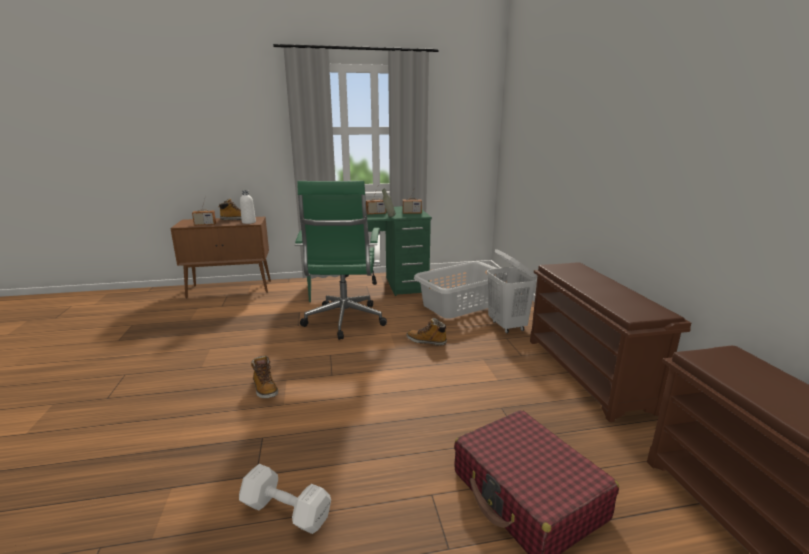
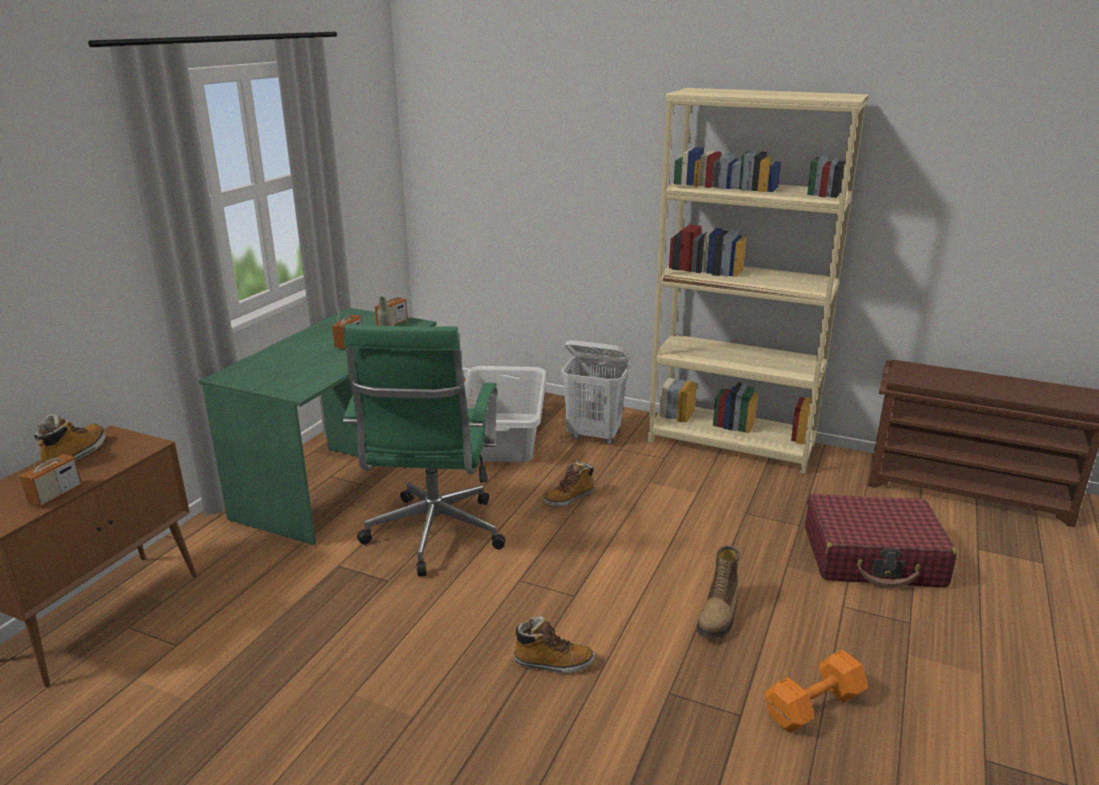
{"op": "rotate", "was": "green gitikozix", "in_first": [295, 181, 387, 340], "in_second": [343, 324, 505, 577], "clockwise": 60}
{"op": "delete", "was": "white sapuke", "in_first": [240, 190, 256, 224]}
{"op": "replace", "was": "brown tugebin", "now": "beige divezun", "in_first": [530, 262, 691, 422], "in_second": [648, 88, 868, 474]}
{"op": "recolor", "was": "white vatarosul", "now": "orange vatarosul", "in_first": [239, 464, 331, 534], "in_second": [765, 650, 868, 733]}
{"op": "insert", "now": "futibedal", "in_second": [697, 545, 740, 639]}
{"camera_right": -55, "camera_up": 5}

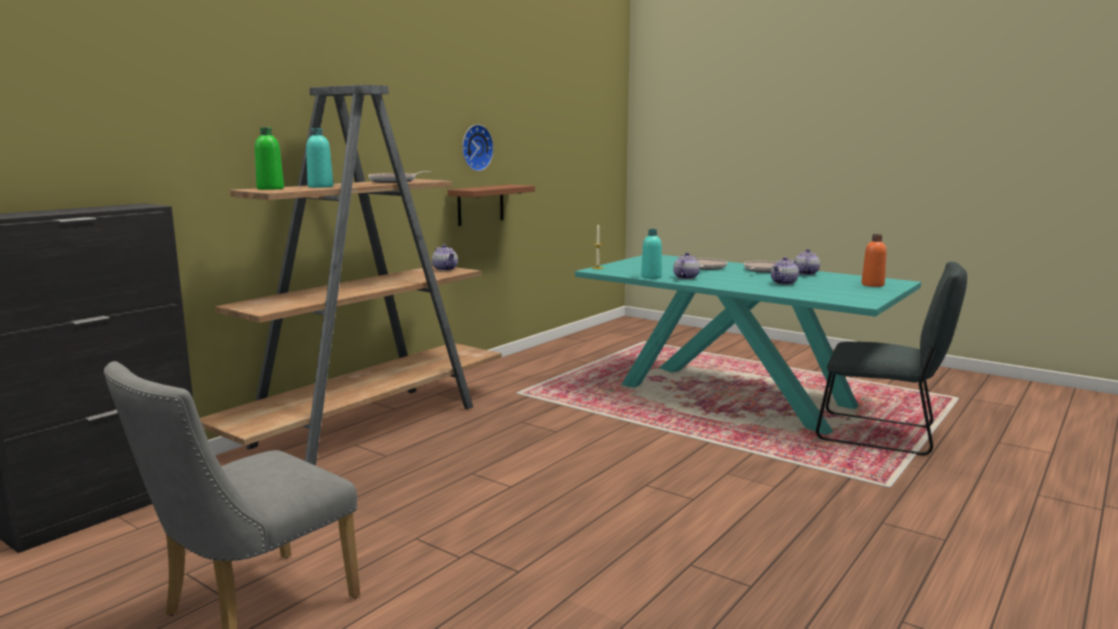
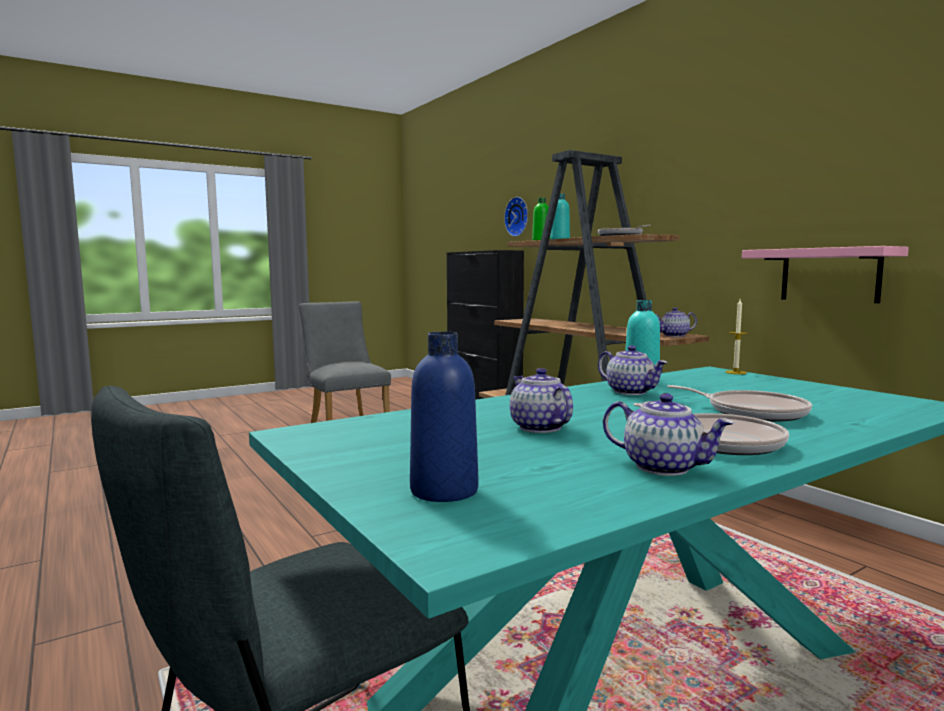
{"op": "move", "was": "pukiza", "in_first": [462, 124, 494, 171], "in_second": [504, 197, 528, 237]}
{"op": "recolor", "was": "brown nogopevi", "now": "pink nogopevi", "in_first": [448, 185, 535, 226], "in_second": [742, 246, 909, 303]}
{"op": "recolor", "was": "orange sapuke", "now": "blue sapuke", "in_first": [861, 234, 887, 287], "in_second": [410, 332, 478, 502]}
{"camera_right": 110, "camera_up": -5}

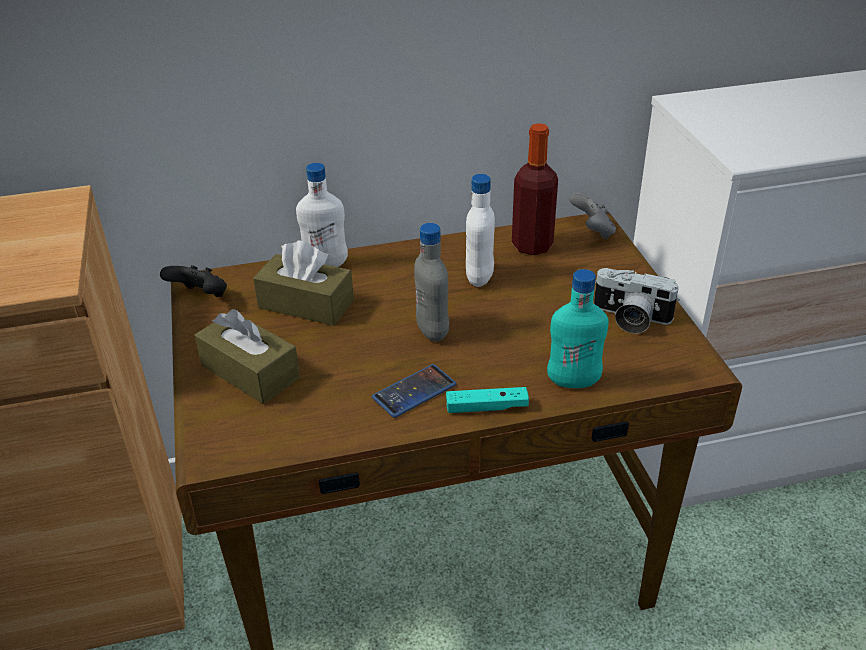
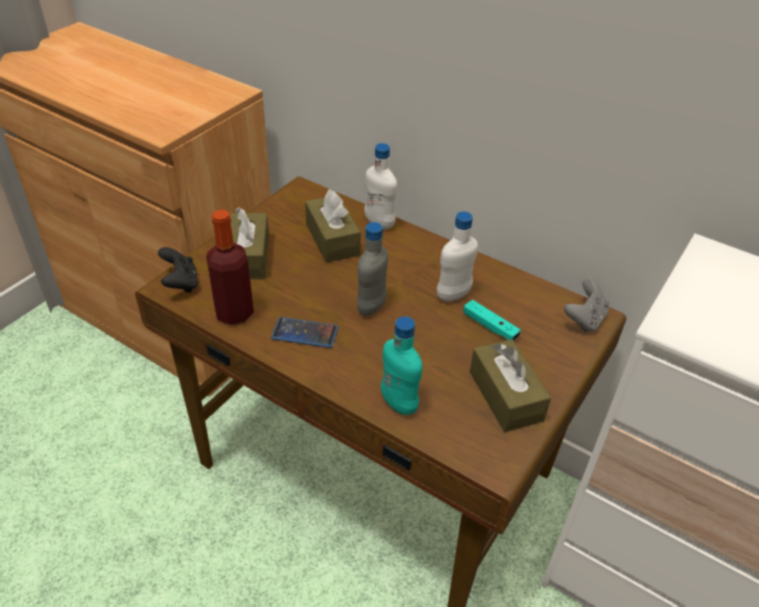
{"op": "move", "was": "sapuke", "in_first": [512, 123, 558, 255], "in_second": [206, 209, 254, 325]}
{"op": "move", "was": "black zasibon", "in_first": [160, 265, 227, 297], "in_second": [158, 247, 198, 293]}
{"op": "replace", "was": "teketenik", "now": "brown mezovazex", "in_first": [593, 268, 680, 334], "in_second": [470, 339, 551, 432]}
{"op": "move", "was": "turquoise zasibon", "in_first": [446, 387, 529, 413], "in_second": [463, 300, 521, 341]}
{"camera_right": 45, "camera_up": 5}

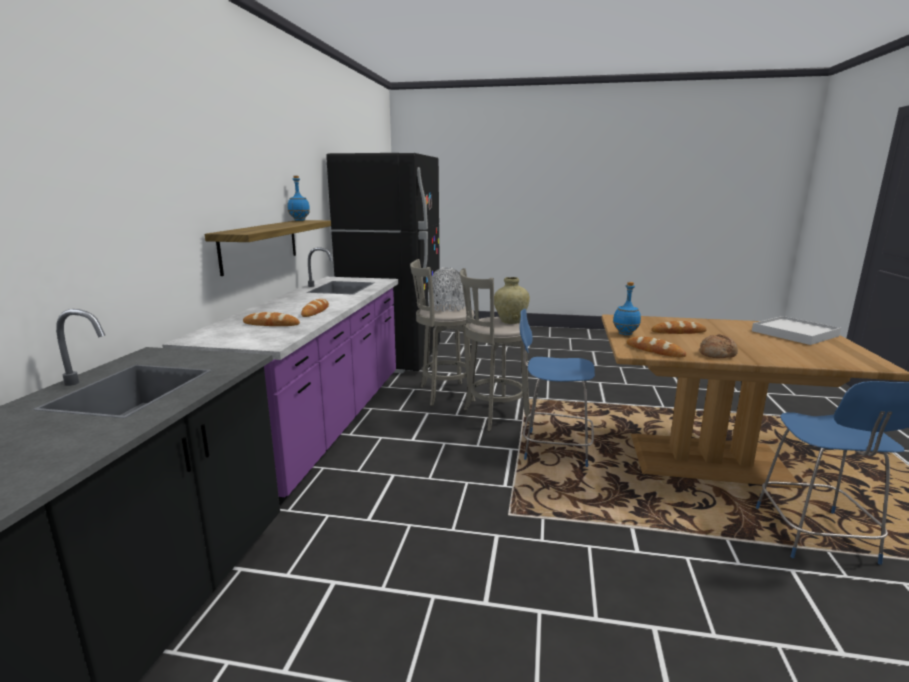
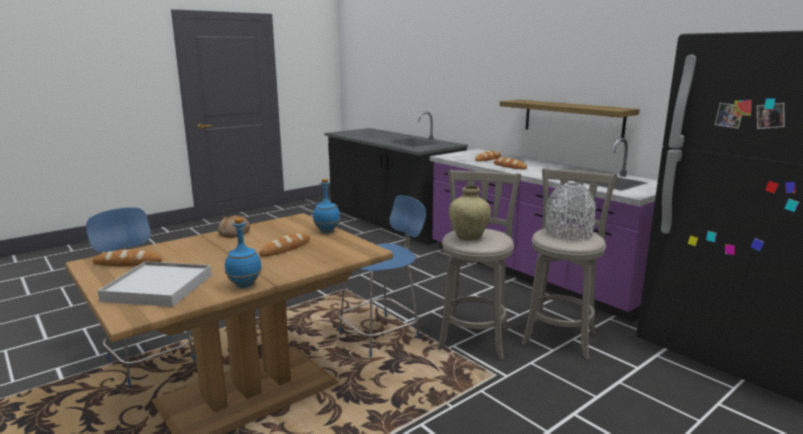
{"op": "move", "was": "blue sapuke", "in_first": [287, 176, 310, 221], "in_second": [225, 218, 262, 288]}
{"op": "move", "was": "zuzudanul", "in_first": [627, 336, 686, 357], "in_second": [93, 250, 162, 266]}
{"camera_right": 130, "camera_up": 0}

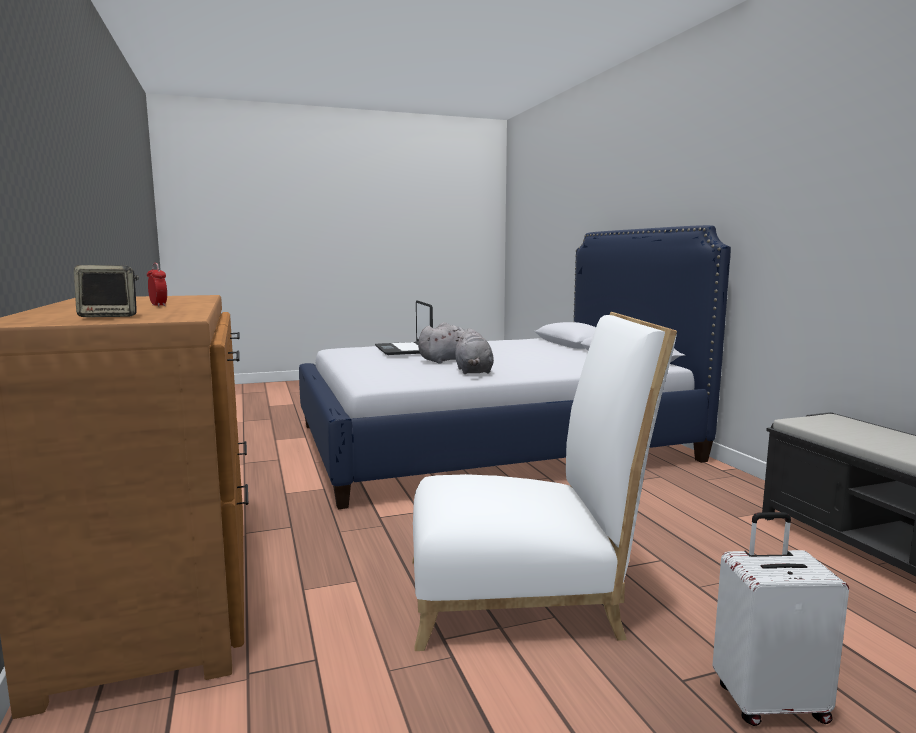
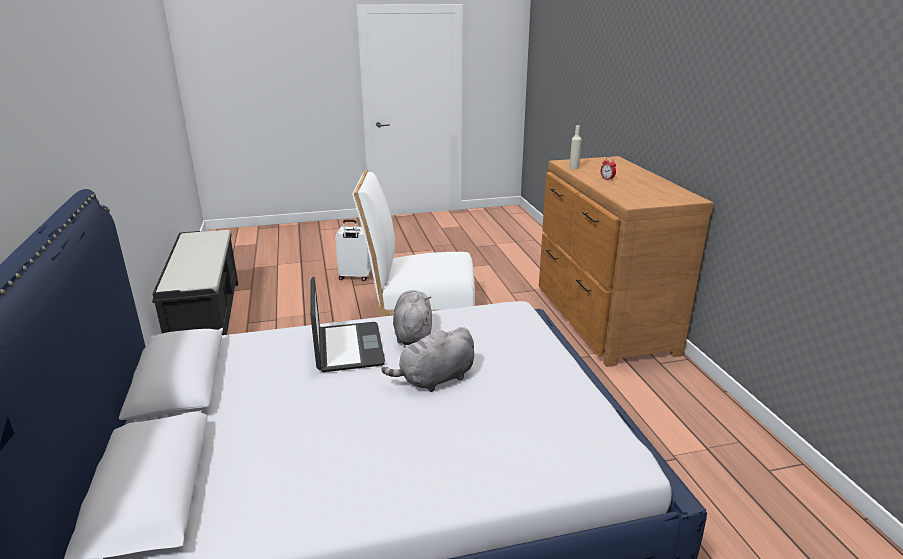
{"op": "delete", "was": "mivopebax", "in_first": [74, 265, 139, 317]}
{"op": "move", "was": "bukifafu", "in_first": [375, 300, 433, 355], "in_second": [310, 277, 385, 372]}
{"op": "insert", "now": "beige sapuke", "in_second": [569, 125, 582, 169]}
{"camera_right": -175, "camera_up": 15}

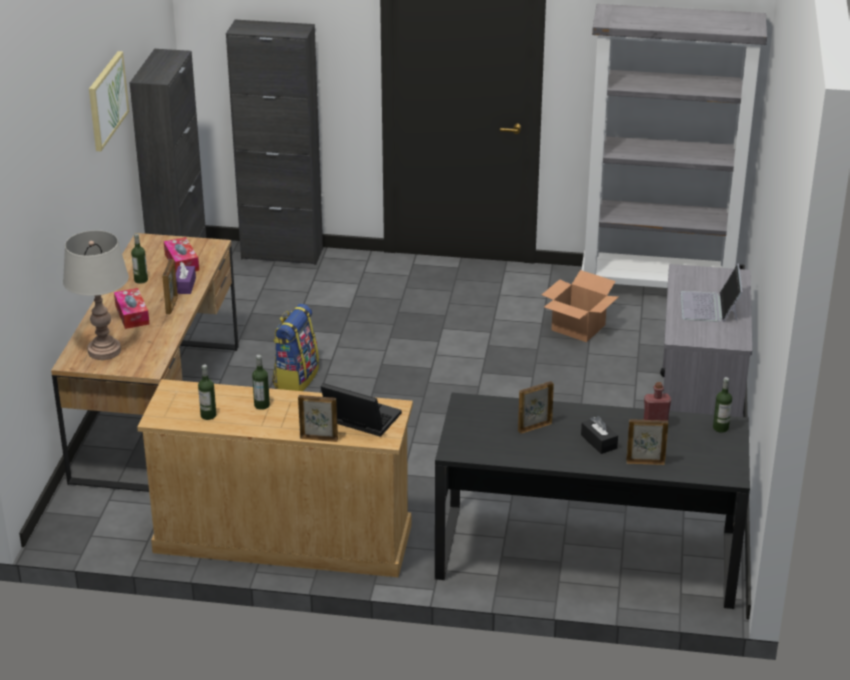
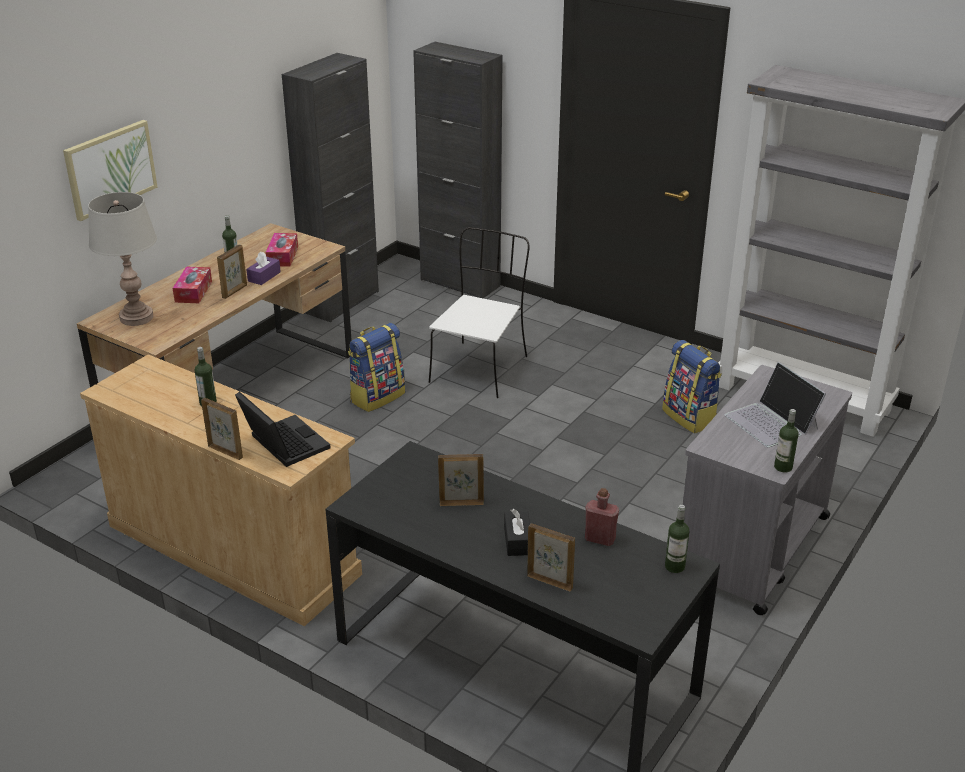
{"op": "move", "was": "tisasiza", "in_first": [89, 51, 129, 151], "in_second": [63, 120, 158, 221]}
{"op": "rotate", "was": "bukifafu", "in_first": [681, 263, 742, 322], "in_second": [725, 362, 826, 448], "clockwise": -60}
{"op": "replace", "was": "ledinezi", "now": "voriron", "in_first": [542, 270, 618, 342], "in_second": [662, 340, 722, 434]}
{"op": "move", "was": "sapuke", "in_first": [198, 365, 216, 420], "in_second": [774, 409, 798, 473]}
{"op": "insert", "now": "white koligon", "in_second": [429, 227, 530, 398]}
{"camera_right": 25, "camera_up": 0}

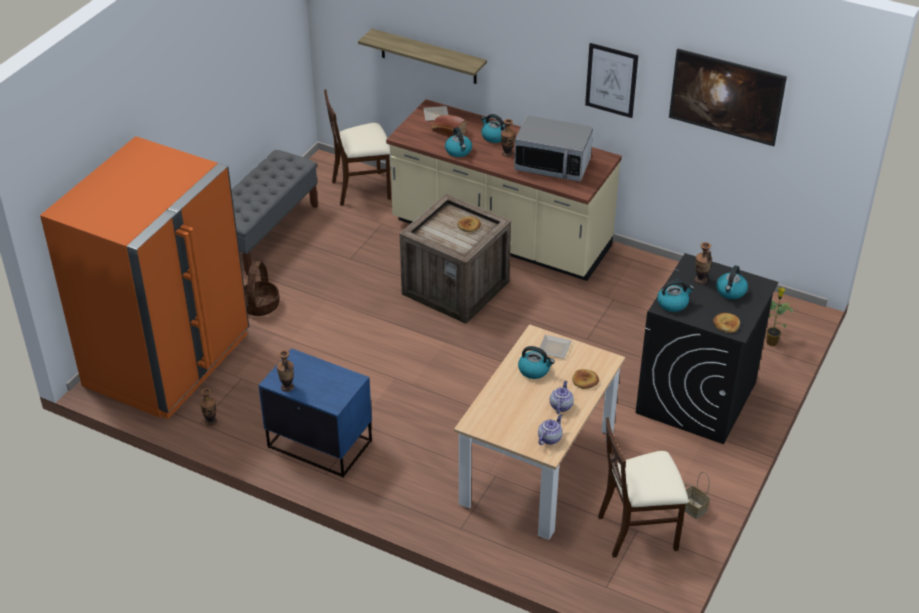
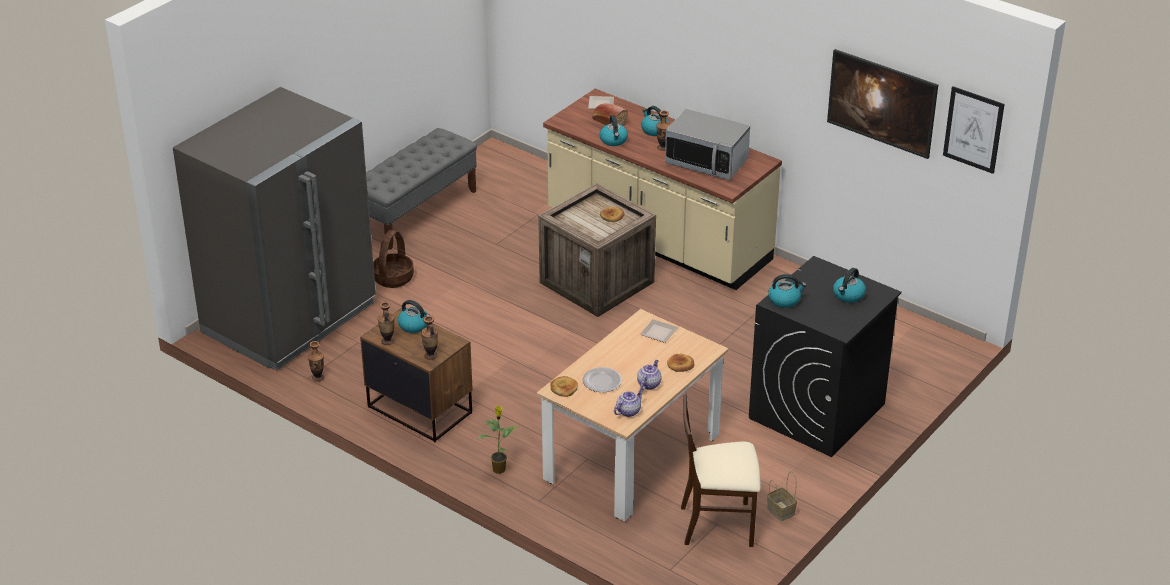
{"op": "delete", "was": "nogopevi", "in_first": [358, 29, 487, 84]}
{"op": "move", "was": "tisasiza", "in_first": [585, 43, 638, 118], "in_second": [943, 86, 1004, 174]}
{"op": "delete", "was": "beige koligon", "in_first": [324, 90, 391, 206]}
{"op": "recolor", "was": "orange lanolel", "now": "grey lanolel", "in_first": [40, 136, 249, 419], "in_second": [173, 87, 376, 371]}
{"op": "move", "was": "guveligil", "in_first": [695, 242, 712, 284], "in_second": [421, 316, 438, 360]}
{"op": "move", "was": "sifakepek", "in_first": [766, 287, 793, 346], "in_second": [478, 406, 519, 474]}
{"op": "move", "was": "zuzudanul", "in_first": [713, 313, 740, 333], "in_second": [550, 376, 578, 397]}
{"op": "move", "was": "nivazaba", "in_first": [518, 346, 555, 379], "in_second": [398, 300, 430, 333]}
{"op": "recolor", "was": "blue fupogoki", "now": "brown fupogoki", "in_first": [258, 348, 372, 478], "in_second": [360, 308, 473, 442]}
{"op": "insert", "now": "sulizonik", "in_second": [583, 367, 622, 392]}
{"camera_right": 10, "camera_up": -5}

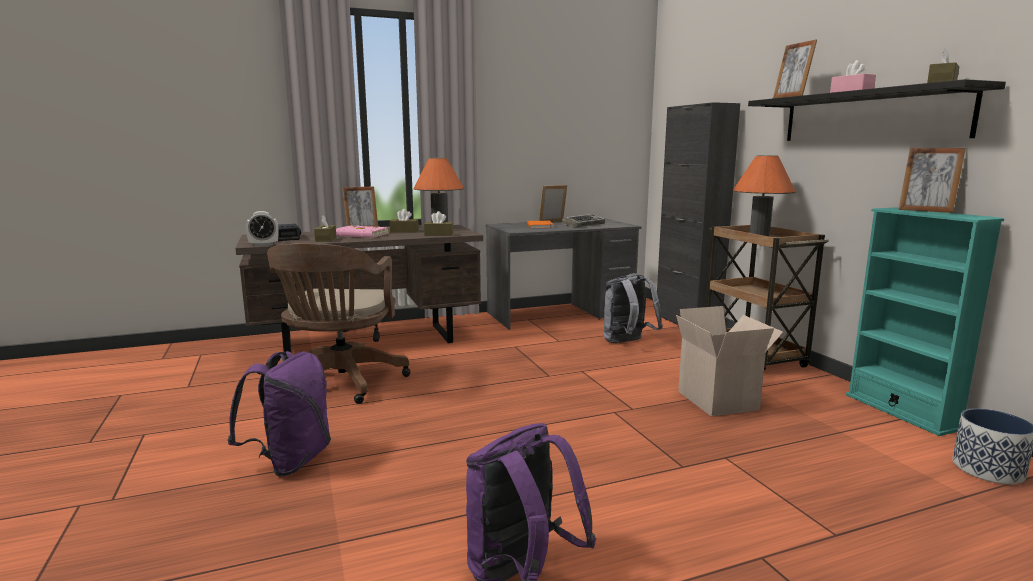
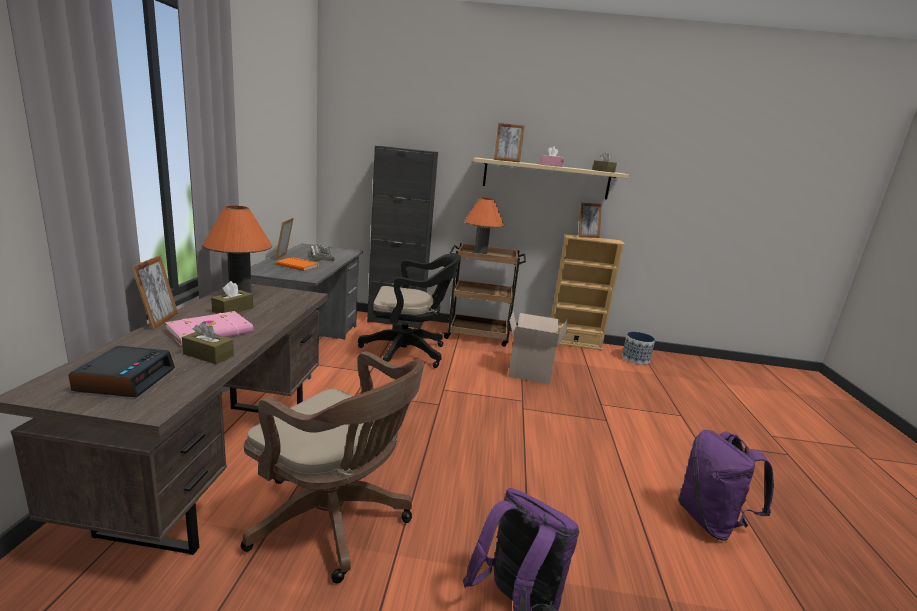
{"op": "recolor", "was": "black nogopevi", "now": "beige nogopevi", "in_first": [748, 79, 1006, 141], "in_second": [473, 158, 629, 200]}
{"op": "recolor", "was": "turquoise divezun", "now": "beige divezun", "in_first": [846, 207, 1004, 436], "in_second": [551, 234, 625, 350]}
{"op": "delete", "was": "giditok", "in_first": [246, 211, 278, 246]}
{"op": "delete", "was": "brown mezovazex", "in_first": [424, 211, 453, 236]}
{"op": "replace", "was": "grey voriron", "now": "black gitikozix", "in_first": [603, 273, 663, 343], "in_second": [358, 253, 461, 368]}
{"camera_right": -65, "camera_up": 5}

